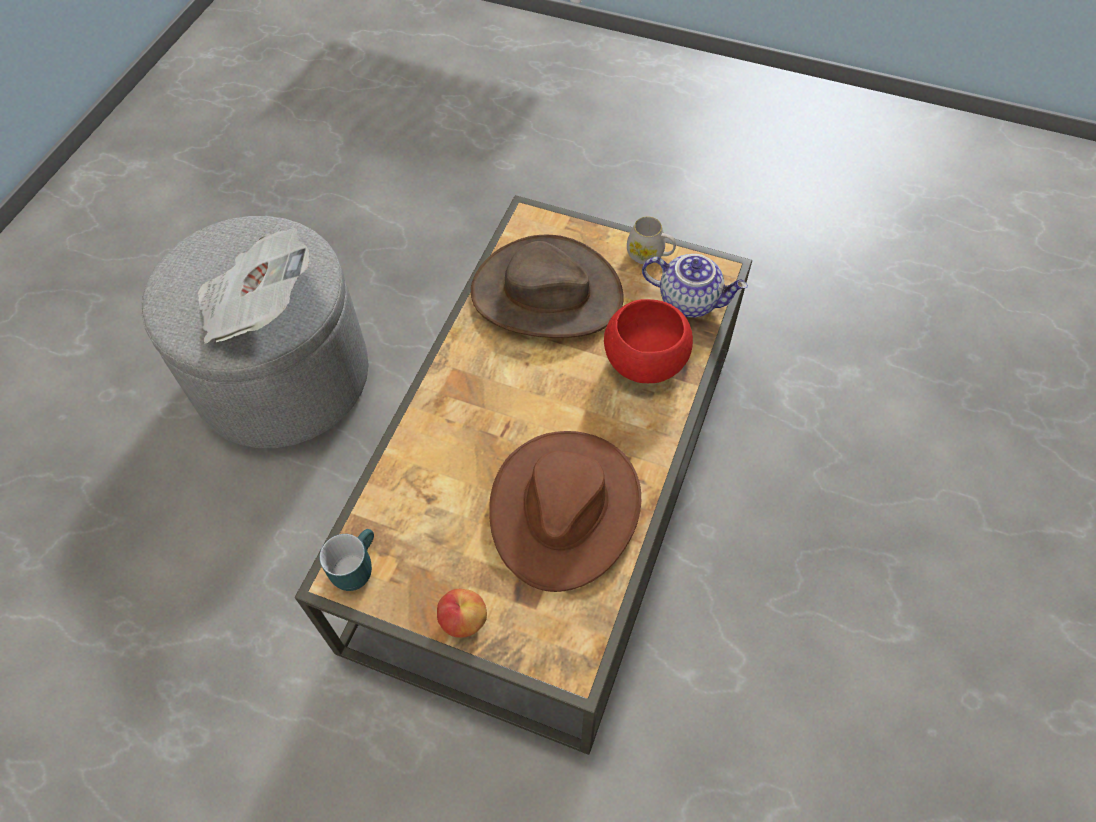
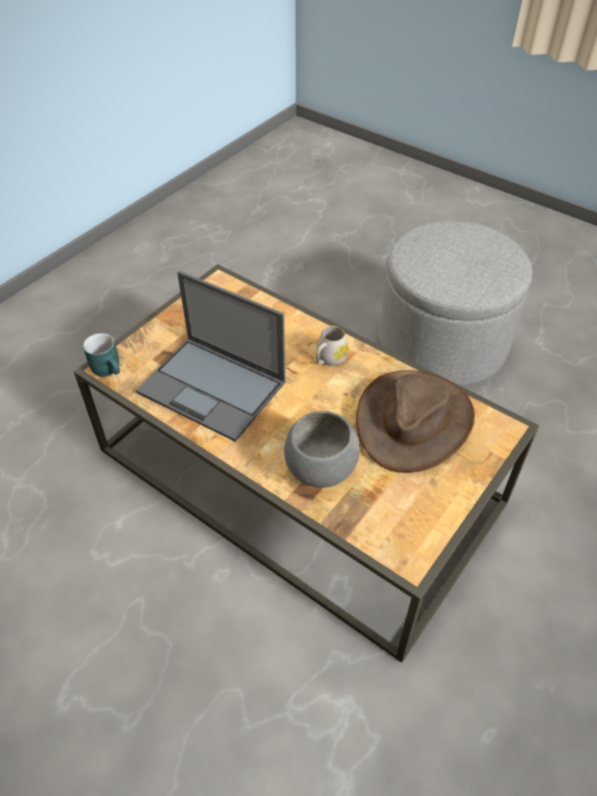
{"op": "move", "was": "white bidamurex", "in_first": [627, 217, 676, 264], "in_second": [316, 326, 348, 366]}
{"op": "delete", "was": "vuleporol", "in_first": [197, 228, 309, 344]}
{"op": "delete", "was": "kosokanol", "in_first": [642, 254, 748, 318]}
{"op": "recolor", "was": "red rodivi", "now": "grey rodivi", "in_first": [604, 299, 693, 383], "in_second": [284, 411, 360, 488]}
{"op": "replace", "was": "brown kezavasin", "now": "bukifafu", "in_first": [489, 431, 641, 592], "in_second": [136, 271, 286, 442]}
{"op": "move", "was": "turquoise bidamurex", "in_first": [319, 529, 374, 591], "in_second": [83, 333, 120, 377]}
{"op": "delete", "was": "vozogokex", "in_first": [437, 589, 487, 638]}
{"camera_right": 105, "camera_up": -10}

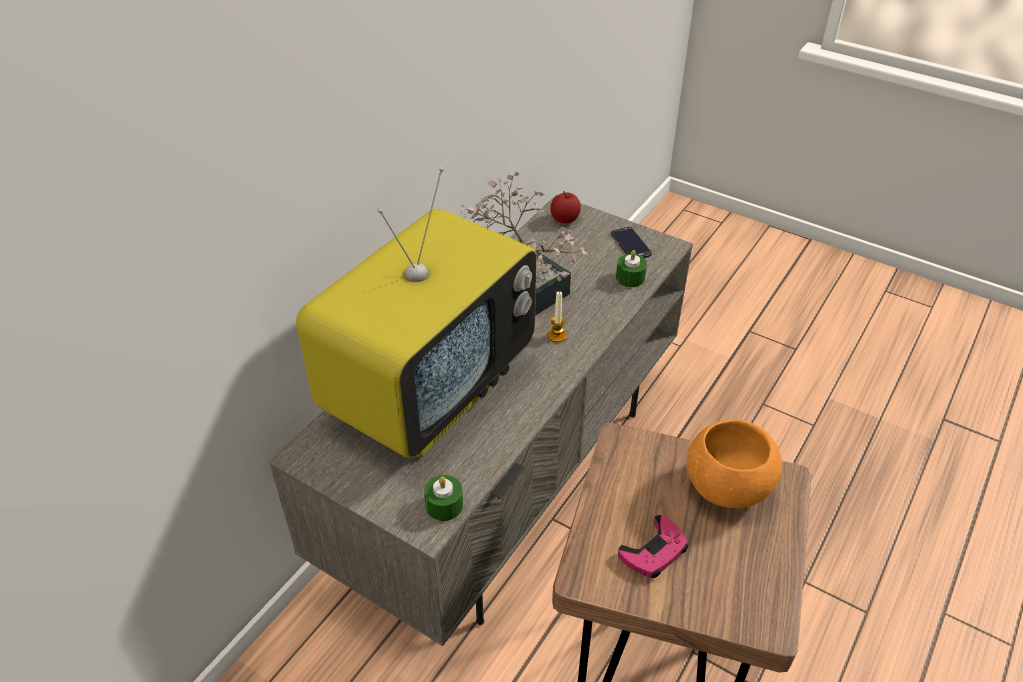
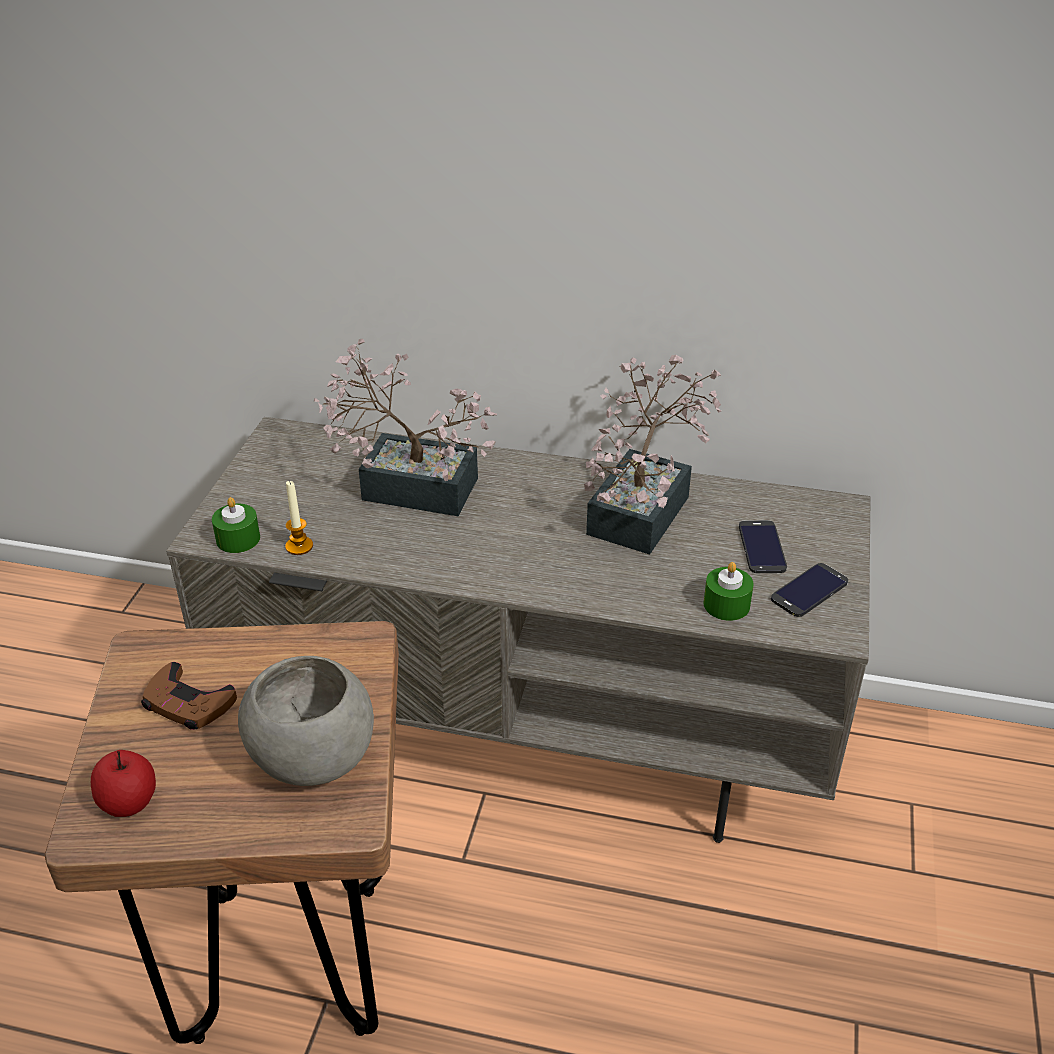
{"op": "replace", "was": "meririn", "now": "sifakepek", "in_first": [296, 167, 536, 458], "in_second": [314, 339, 497, 516]}
{"op": "move", "was": "vozogokex", "in_first": [550, 191, 581, 223], "in_second": [91, 750, 156, 817]}
{"op": "move", "was": "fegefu", "in_first": [547, 291, 567, 342], "in_second": [285, 480, 313, 555]}
{"op": "recolor", "was": "orange rodivi", "now": "grey rodivi", "in_first": [687, 419, 782, 508], "in_second": [238, 656, 374, 786]}
{"op": "recolor", "was": "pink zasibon", "now": "brown zasibon", "in_first": [618, 515, 688, 578], "in_second": [141, 662, 237, 730]}
{"op": "insert", "now": "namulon", "in_second": [739, 520, 787, 573]}
{"camera_right": 70, "camera_up": -5}

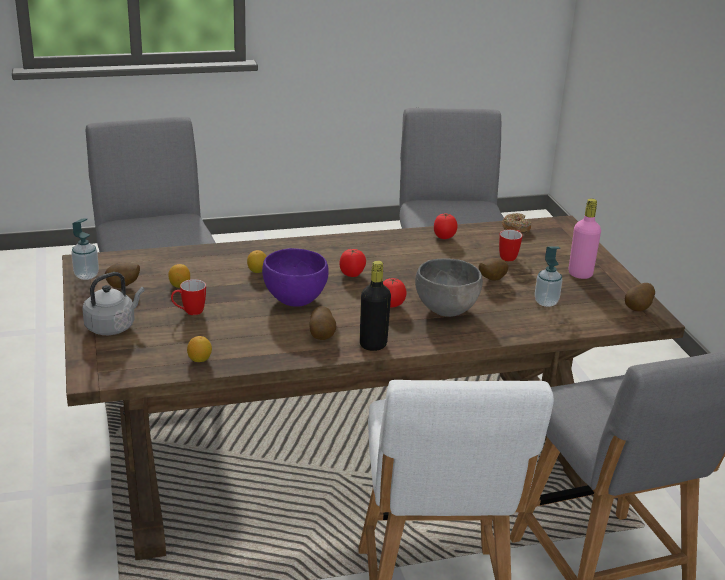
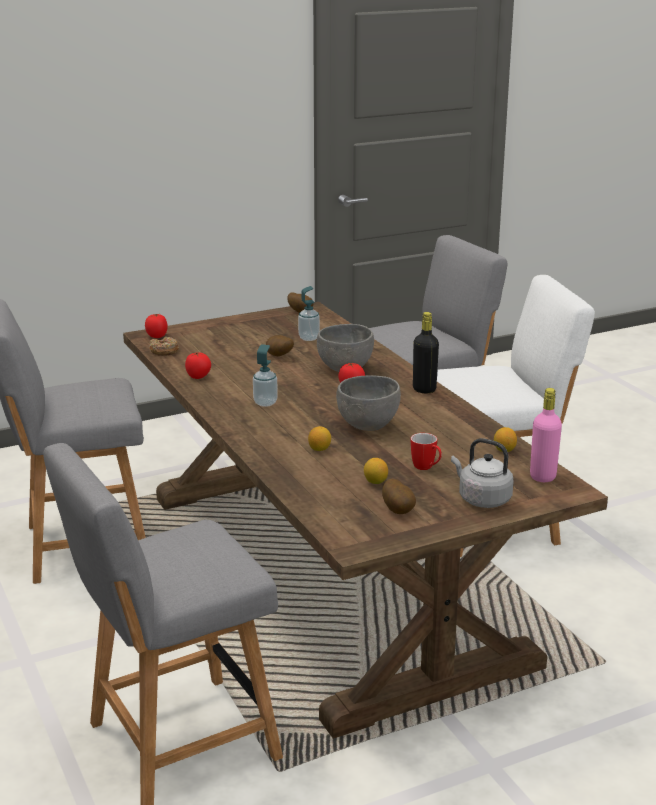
{"op": "move", "was": "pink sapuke", "in_first": [568, 199, 601, 279], "in_second": [530, 388, 562, 482]}
{"op": "move", "was": "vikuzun", "in_first": [71, 218, 99, 280], "in_second": [253, 344, 278, 407]}
{"op": "delete", "was": "bidamurex", "in_first": [499, 230, 522, 261]}
{"op": "recolor", "was": "purple rodivi", "now": "grey rodivi", "in_first": [262, 248, 329, 307], "in_second": [336, 375, 401, 431]}
{"op": "move", "was": "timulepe", "in_first": [340, 249, 366, 277], "in_second": [145, 314, 168, 338]}
{"op": "delete", "was": "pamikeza", "in_first": [309, 306, 336, 340]}
{"camera_right": -100, "camera_up": -5}

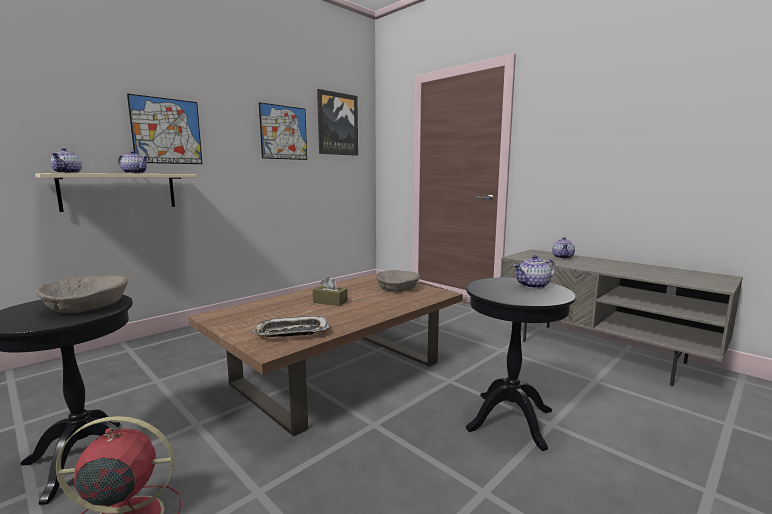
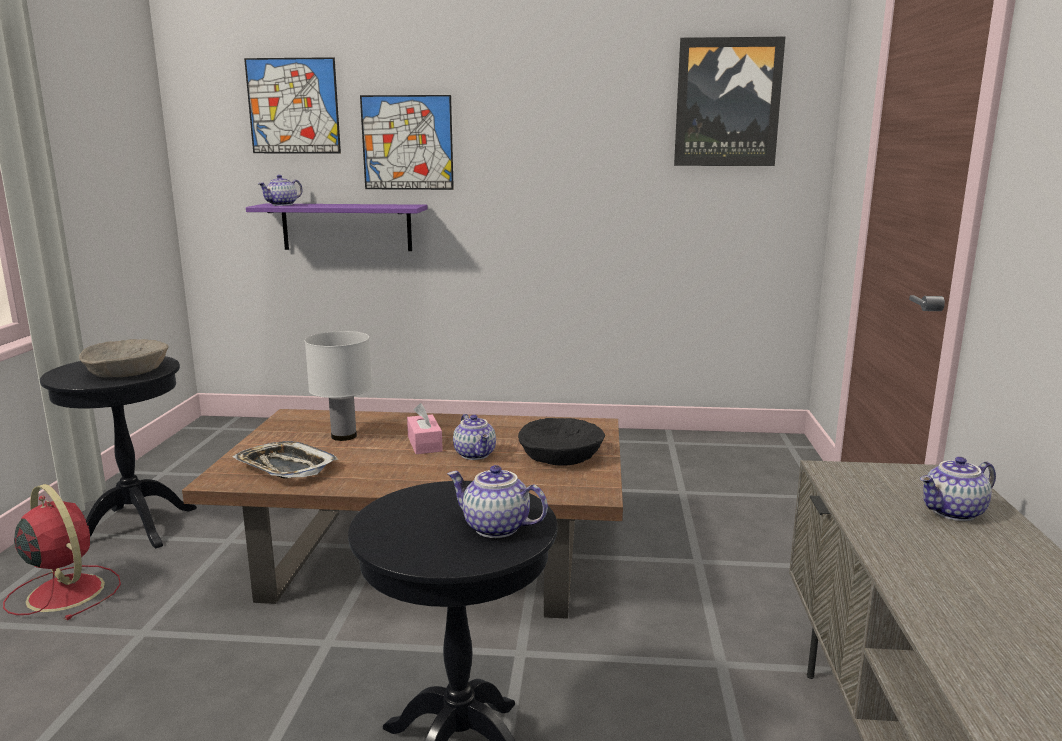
{"op": "move", "was": "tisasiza", "in_first": [259, 102, 307, 160], "in_second": [244, 57, 341, 153]}
{"op": "move", "was": "kosokanol", "in_first": [118, 151, 148, 174], "in_second": [453, 414, 496, 460]}
{"op": "recolor", "was": "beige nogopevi", "now": "purple nogopevi", "in_first": [35, 173, 196, 212], "in_second": [246, 203, 428, 251]}
{"op": "recolor", "was": "beige rodivi", "now": "black rodivi", "in_first": [376, 270, 420, 292], "in_second": [518, 418, 605, 466]}
{"op": "recolor", "was": "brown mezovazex", "now": "pink mezovazex", "in_first": [313, 277, 348, 306], "in_second": [407, 403, 443, 454]}
{"op": "insert", "now": "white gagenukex", "in_second": [305, 331, 372, 441]}
{"camera_right": 50, "camera_up": 5}

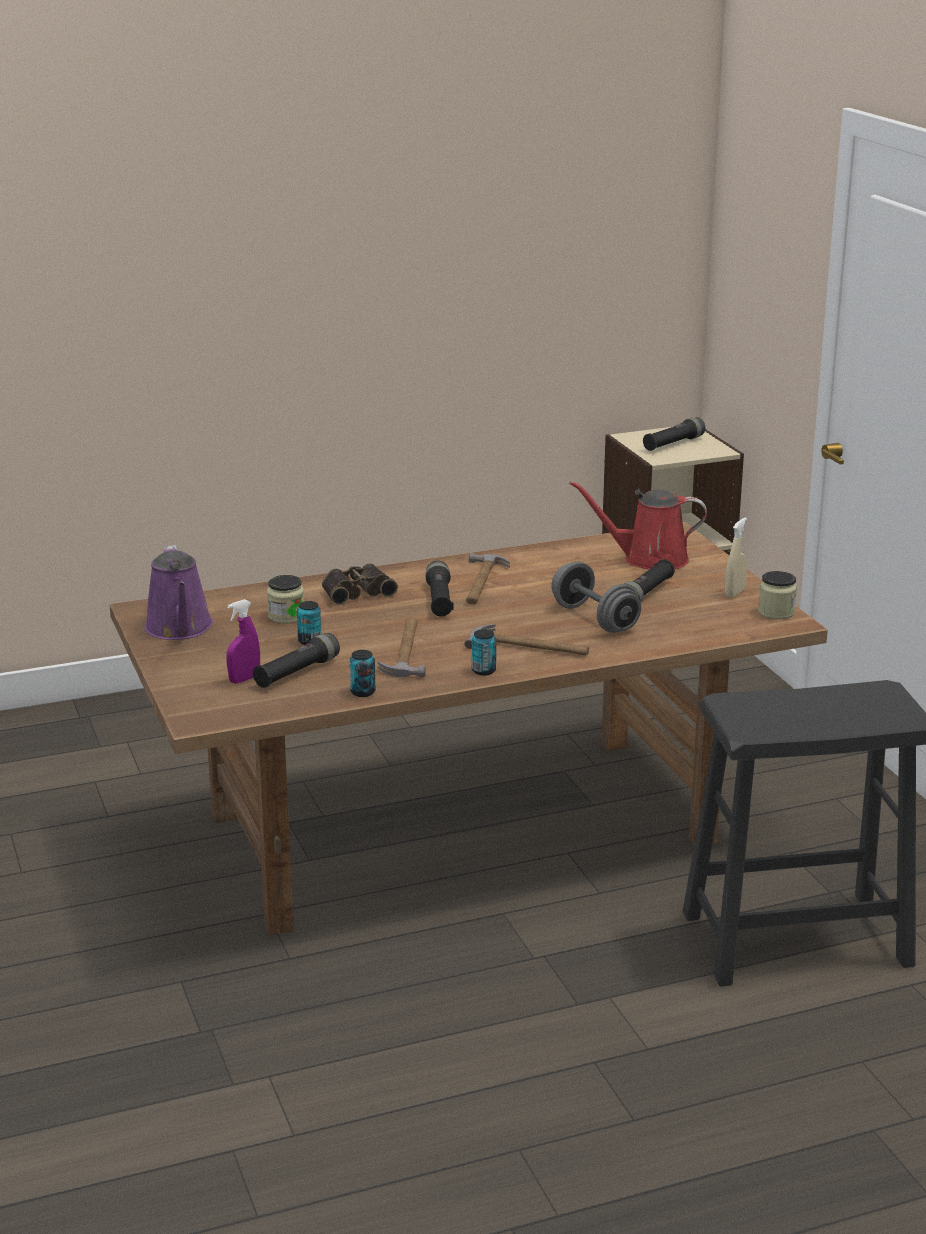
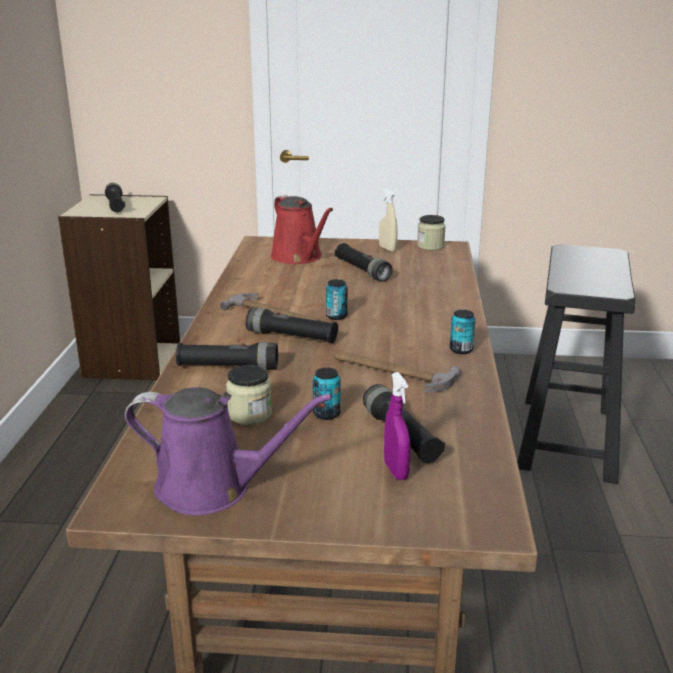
{"op": "rotate", "was": "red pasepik", "in_first": [569, 481, 707, 570], "in_second": [271, 195, 333, 264], "clockwise": -60}
{"op": "delete", "was": "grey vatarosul", "in_first": [551, 562, 641, 633]}
{"op": "replace", "was": "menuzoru", "now": "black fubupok", "in_first": [322, 563, 398, 605], "in_second": [176, 342, 278, 370]}
{"op": "delete", "was": "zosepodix", "in_first": [465, 624, 589, 656]}
{"op": "move", "was": "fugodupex", "in_first": [350, 650, 375, 697], "in_second": [326, 279, 348, 320]}
{"camera_right": -65, "camera_up": 0}

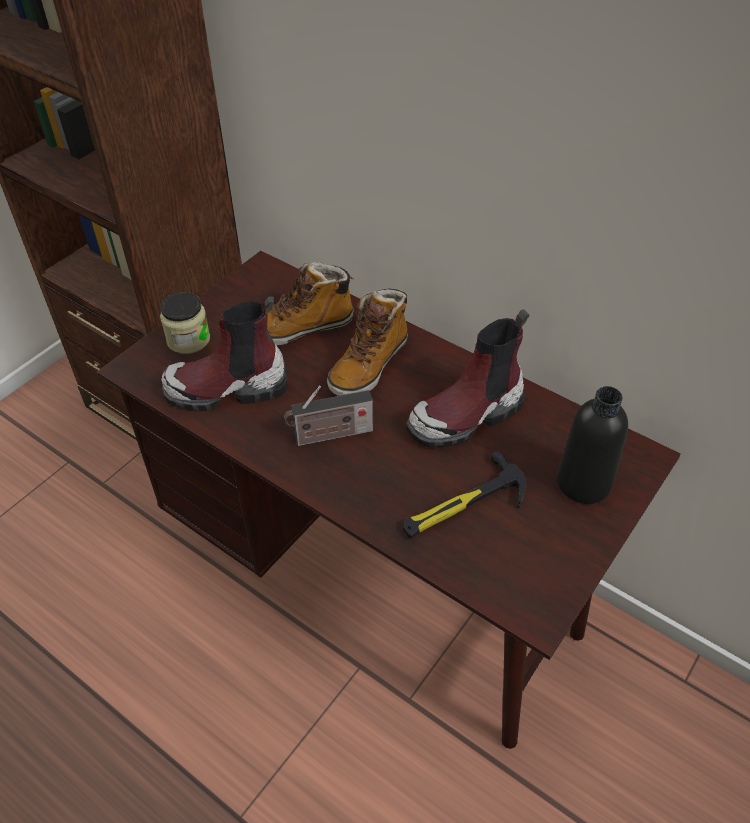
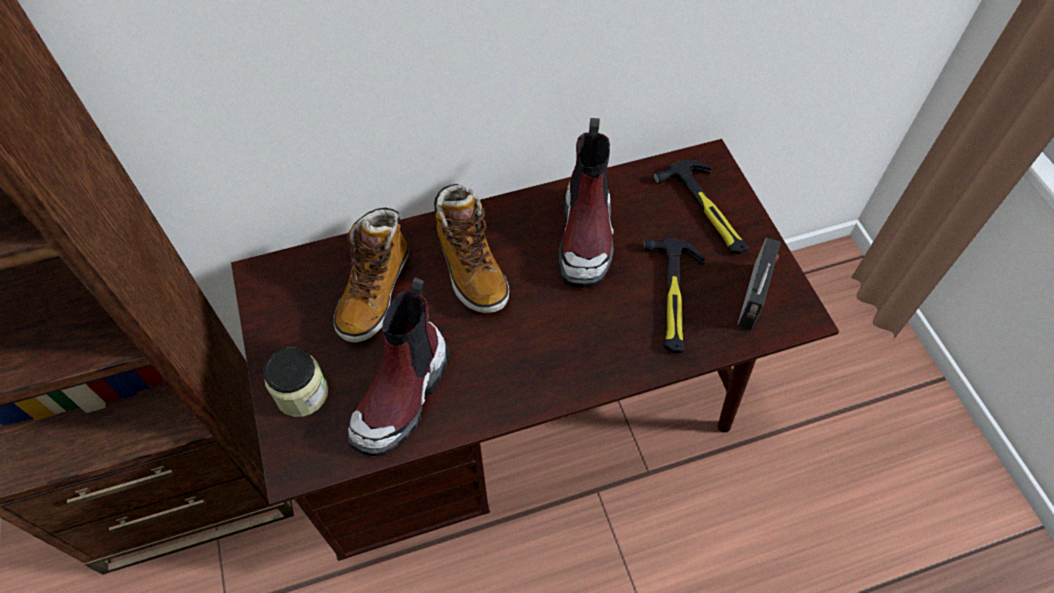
{"op": "move", "was": "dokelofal", "in_first": [284, 385, 373, 446], "in_second": [738, 238, 781, 330]}
{"op": "replace", "was": "black sapuke", "now": "zosepodix", "in_first": [556, 386, 628, 504], "in_second": [654, 160, 749, 254]}
{"camera_right": -55, "camera_up": 10}

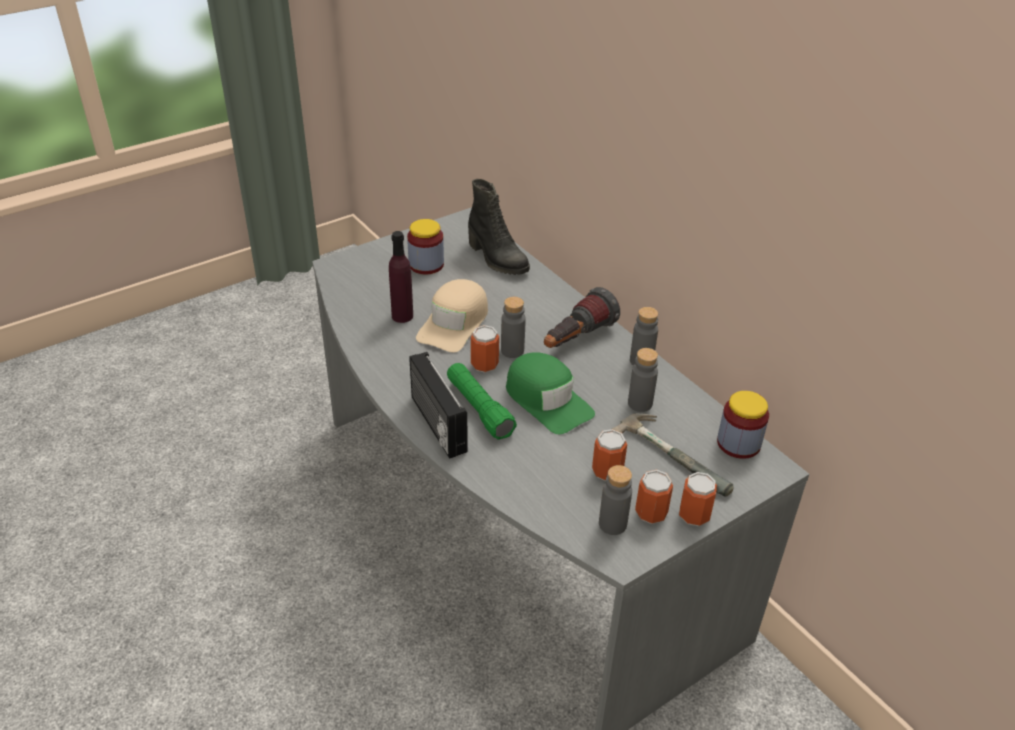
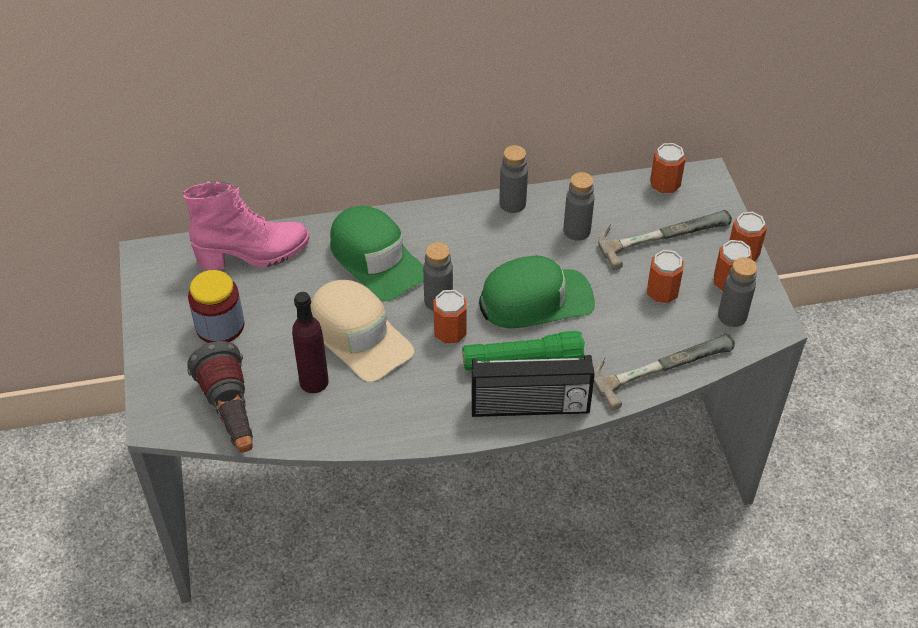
{"op": "recolor", "was": "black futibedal", "now": "pink futibedal", "in_first": [468, 179, 530, 275], "in_second": [183, 181, 310, 270]}
{"op": "move", "was": "fubupok", "in_first": [544, 287, 620, 348], "in_second": [187, 341, 253, 453]}
{"op": "replace", "was": "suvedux", "now": "fugodupex", "in_first": [717, 391, 769, 459], "in_second": [650, 143, 686, 194]}
{"op": "insert", "now": "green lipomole", "in_second": [330, 206, 424, 301]}
{"op": "insert", "now": "zosepodix", "in_second": [594, 334, 735, 411]}
{"camera_right": -65, "camera_up": 10}

